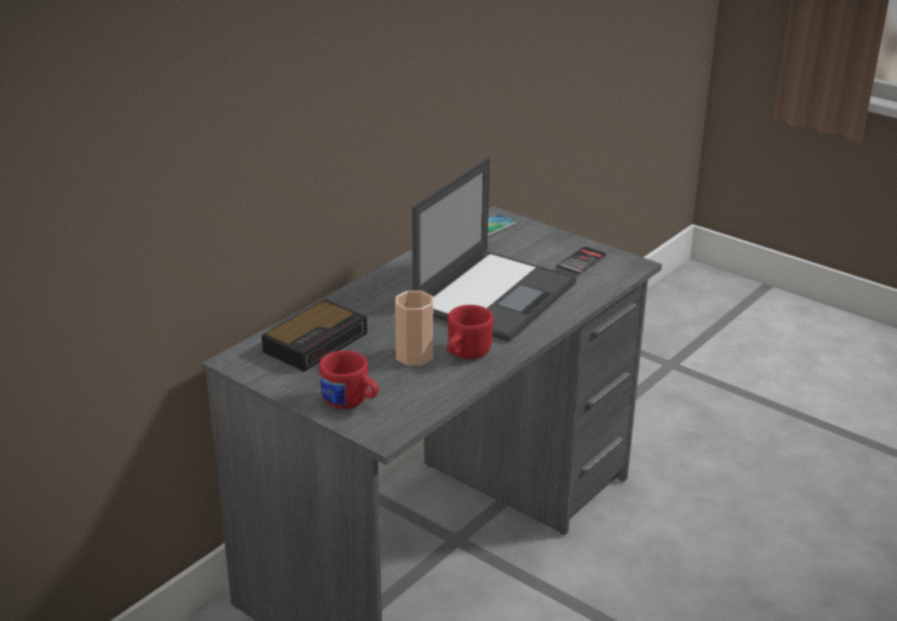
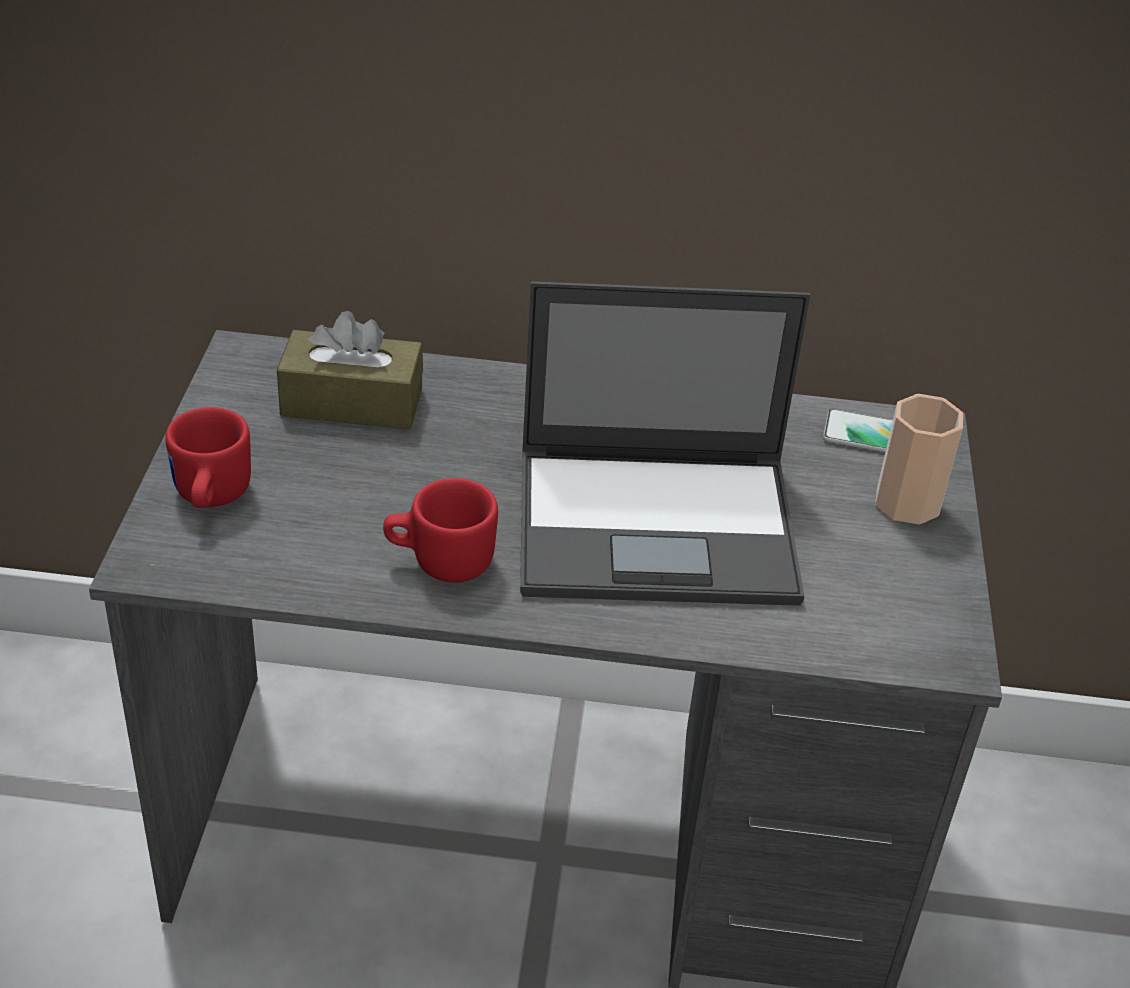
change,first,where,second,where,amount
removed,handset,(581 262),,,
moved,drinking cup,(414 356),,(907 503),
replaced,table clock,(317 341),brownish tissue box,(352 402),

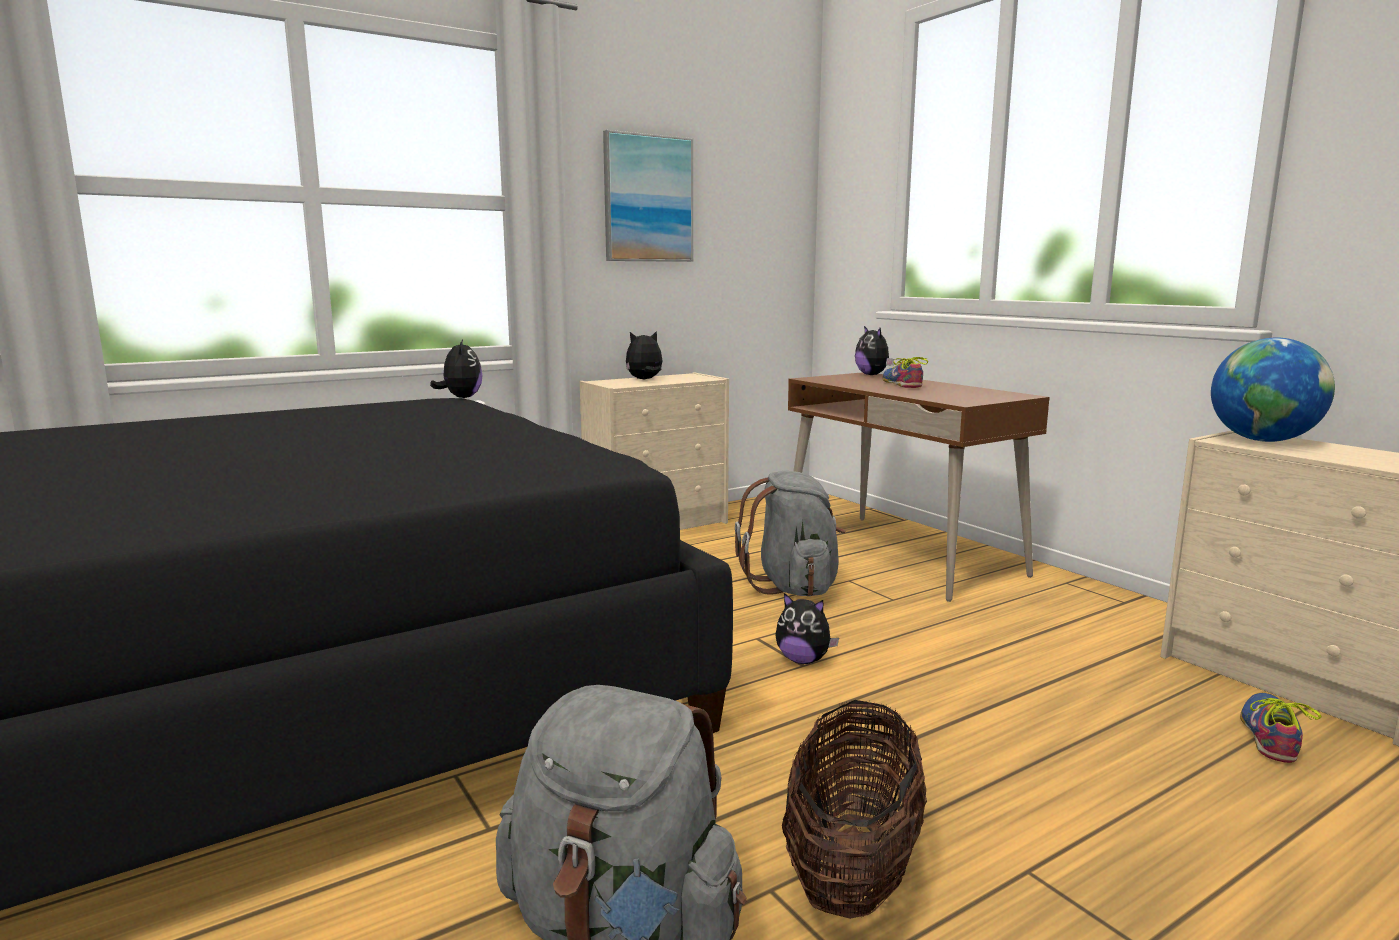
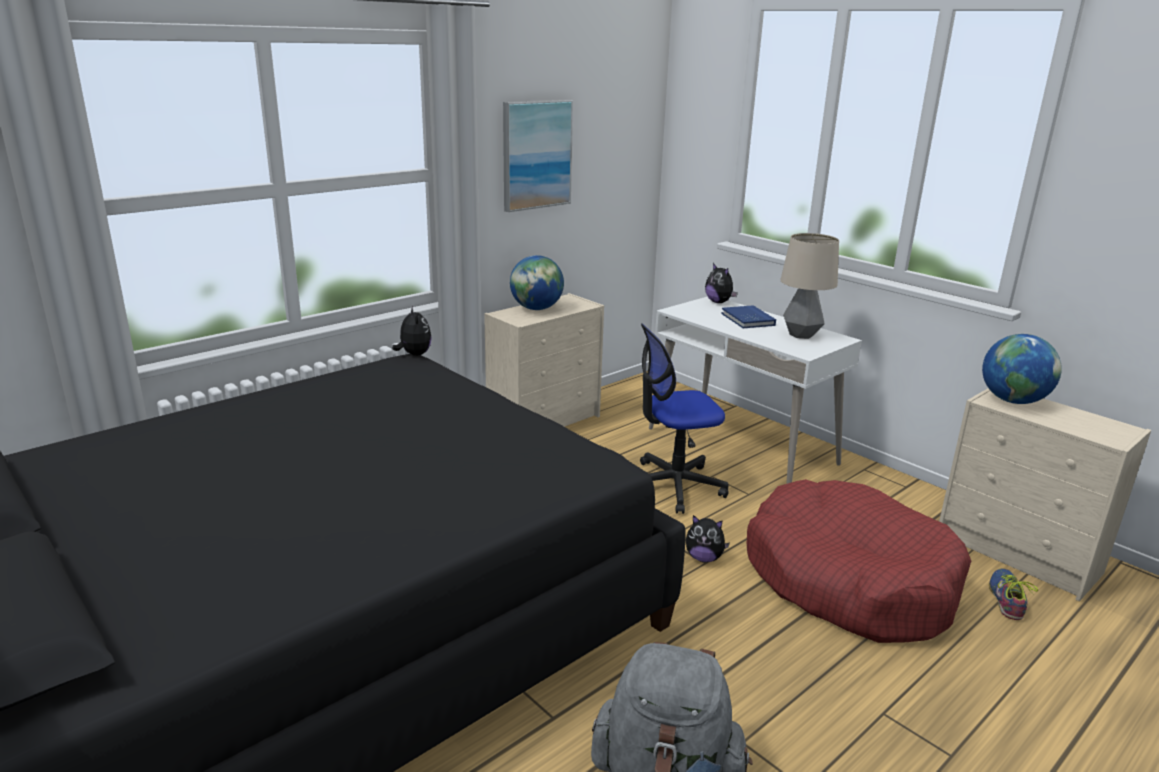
change,first,where,second,where,amount
replaced,plush toy,(645 379),desk globe,(536 309),
replaced,low shoe,(901 384),blue-coloured bound book,(747 319),
recoloured,brownish desk unit,(900 555),whitish desk unit,(741 446),
replaced,greyish knapsack,(793 587),computer chair,(673 485),
removed,basket,(852 870),,,
added,,,tabletop lamp,(801 335),
added,,,reddish dog bed,(848 580),

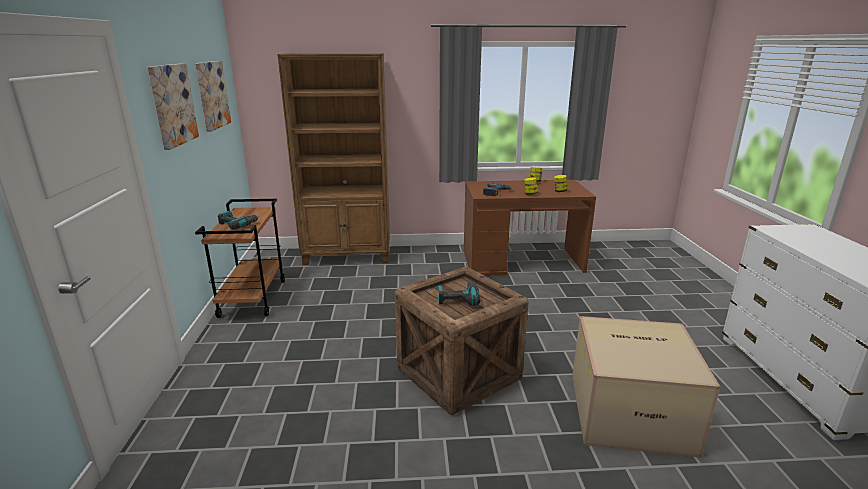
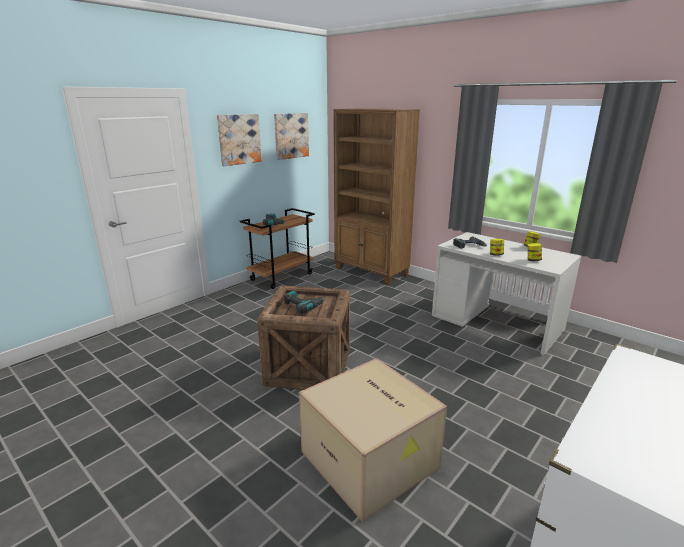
change,first,where,second,where,amount
recoloured,brownish desk unit,(522 261),whitish desk unit,(496 322),

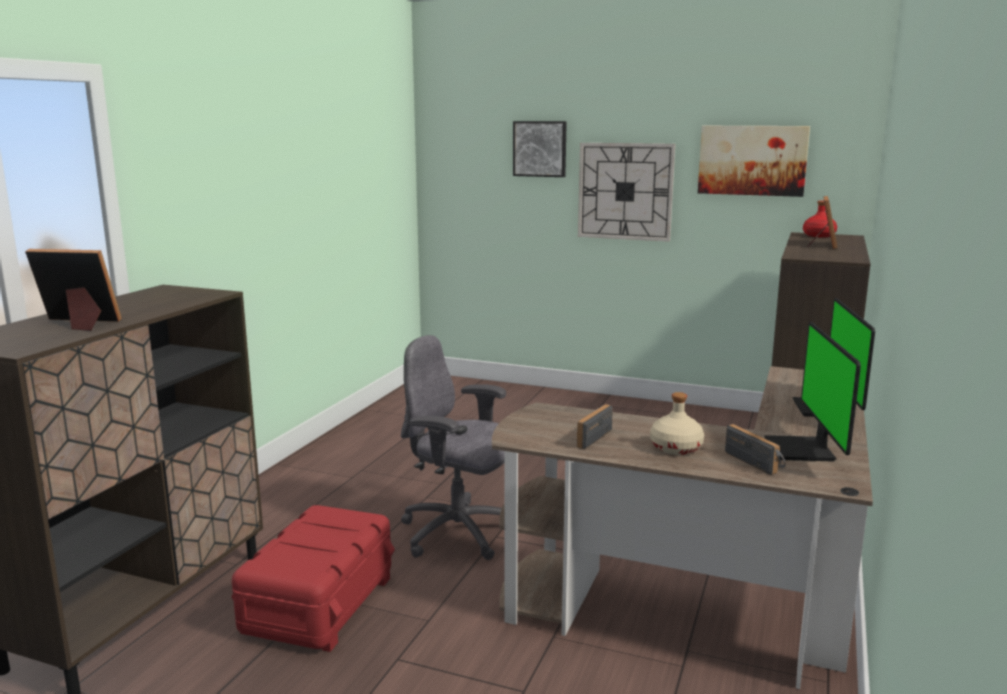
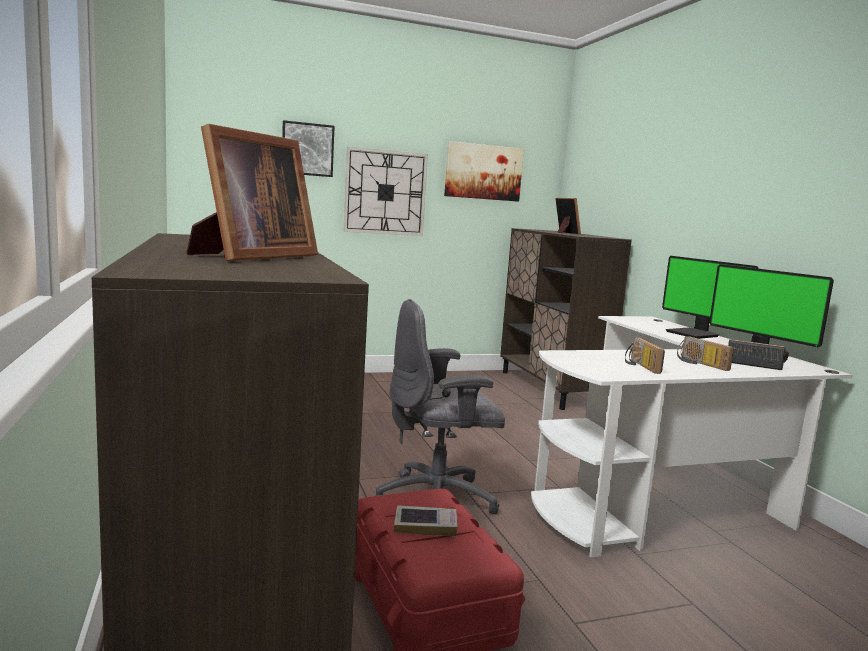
change,first,where,second,where,amount
removed,reddish bottle,(819 235),,,
turned,standing frame,(78 324),,(251 256),150 degrees clockwise
recoloured,brownish desk unit,(714 594),whitish desk unit,(663 489),
replaced,sand-coloured bottle,(676 448),radio,(700 364),
added,,,bound book,(425 525),

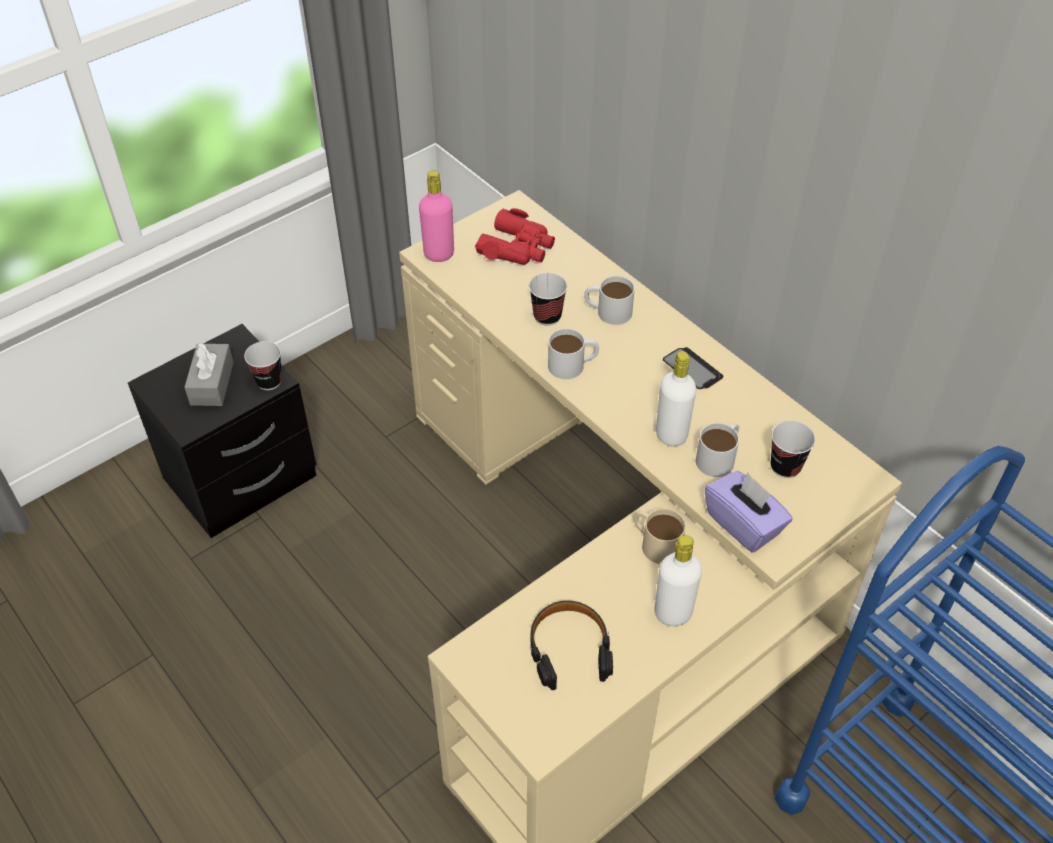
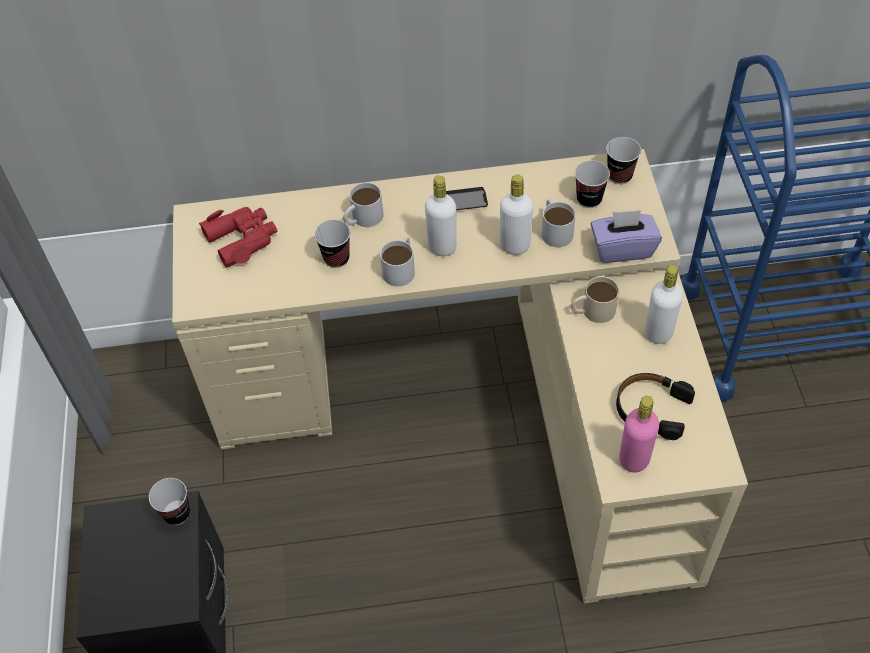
change,first,where,second,where,amount
moved,pink-coloured bottle,(439 254),,(634 459),
removed,greyish tissue box,(212 383),,,
added,,,drinking cup,(619 175),
added,,,whitish bottle,(442 247),

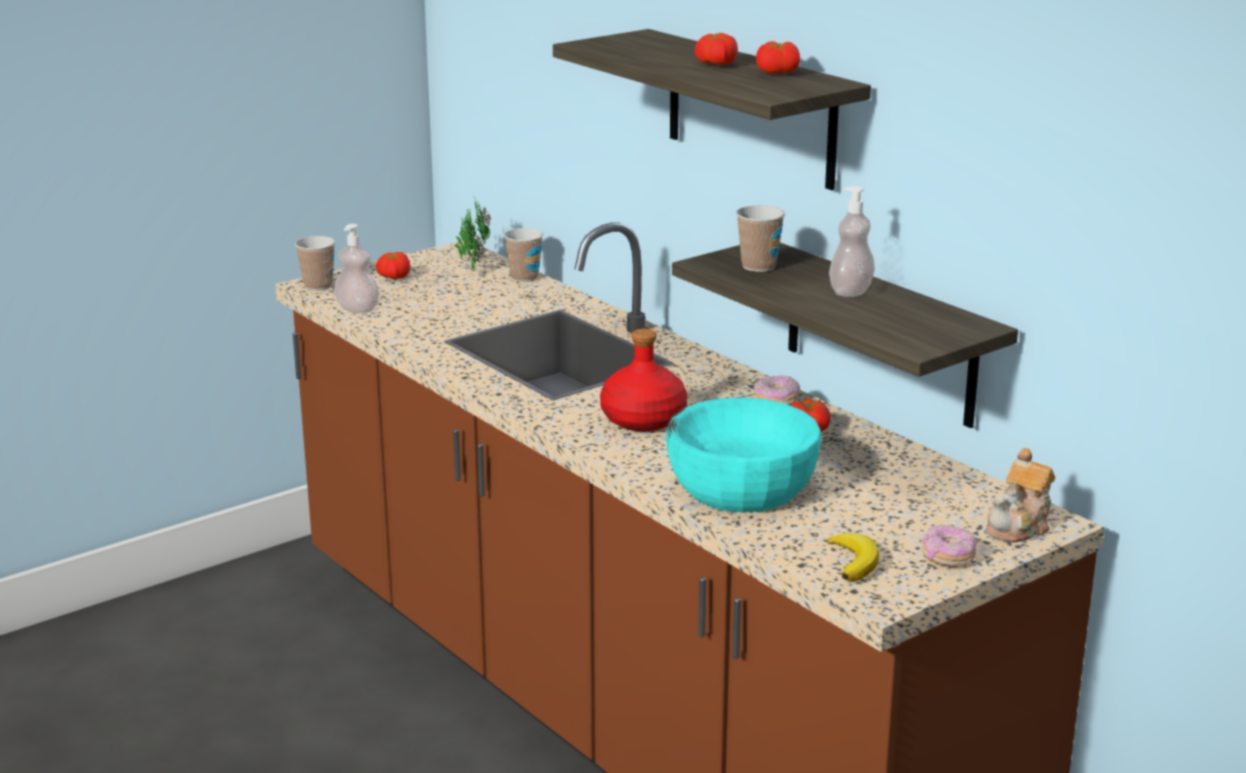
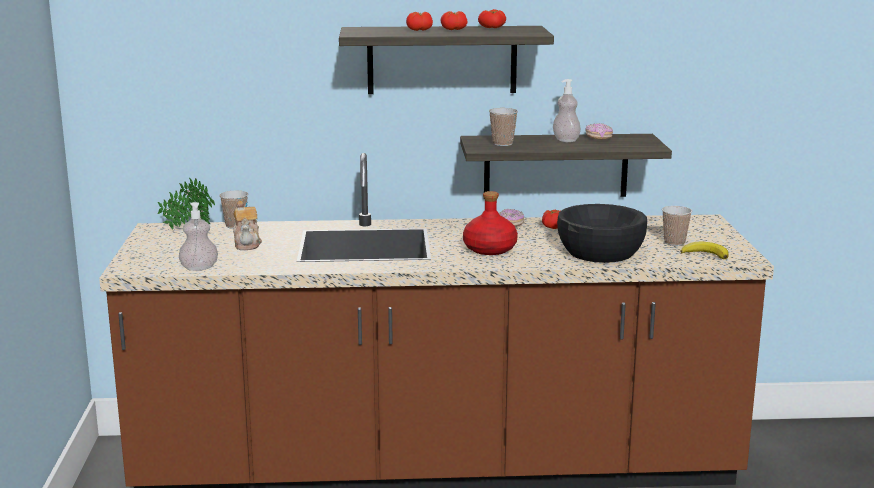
change,first,where,second,where,amount
moved,drinking cup,(318 286),,(674 242),
moved,fresh tomato,(393 277),,(418 30),
recoloured,turquoise-coloured bowl,(741 487),blackish bowl,(600 252),
moved,teapot,(1020 527),,(247 243),
moved,donut,(947 557),,(598 138),

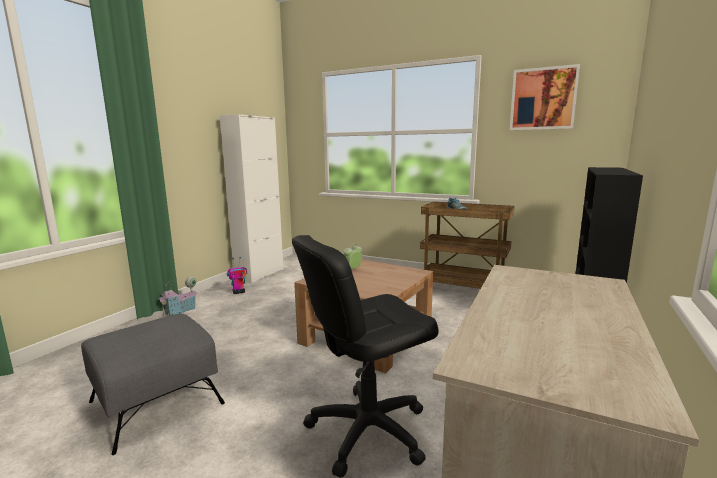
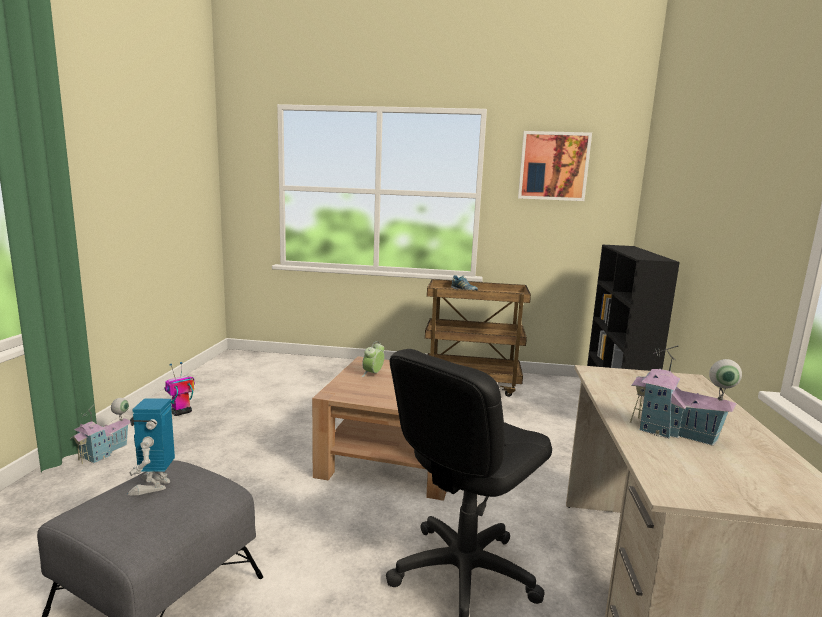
change,first,where,second,where,amount
removed,whitish cabinet,(259 274),,,
added,,,toy house,(675 432),
added,,,model robot,(154 485),

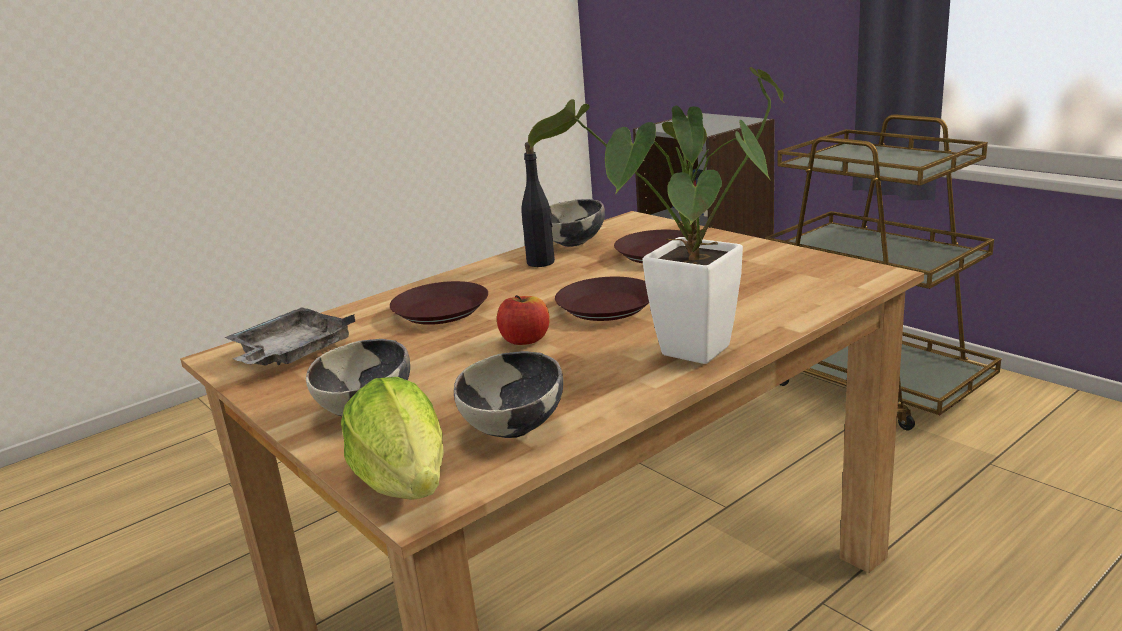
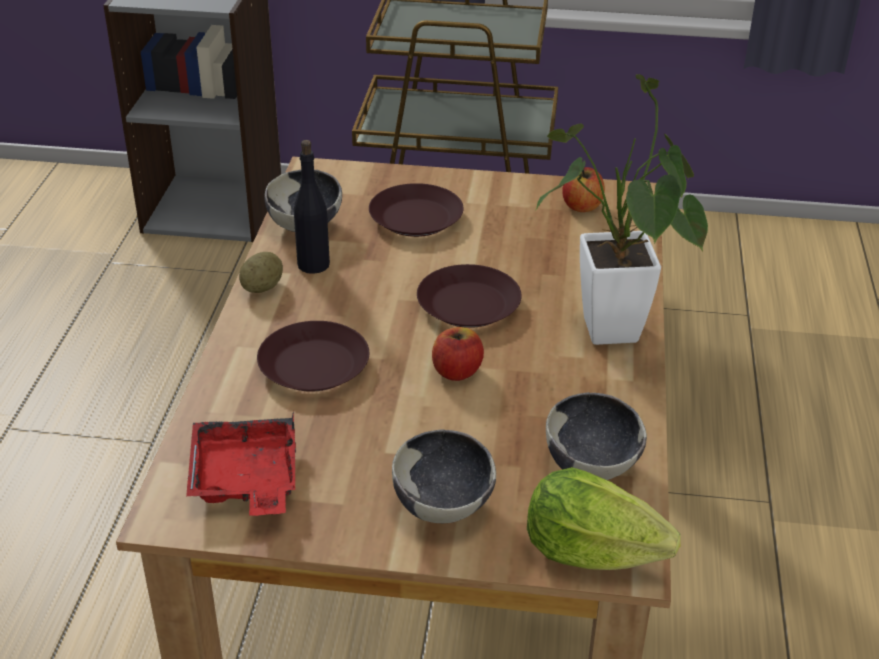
change,first,where,second,where,amount
recoloured,greyish tray,(291 353),reddish tray,(245 480),
added,,,apple fruit,(582 206),
added,,,potato,(262 287),

